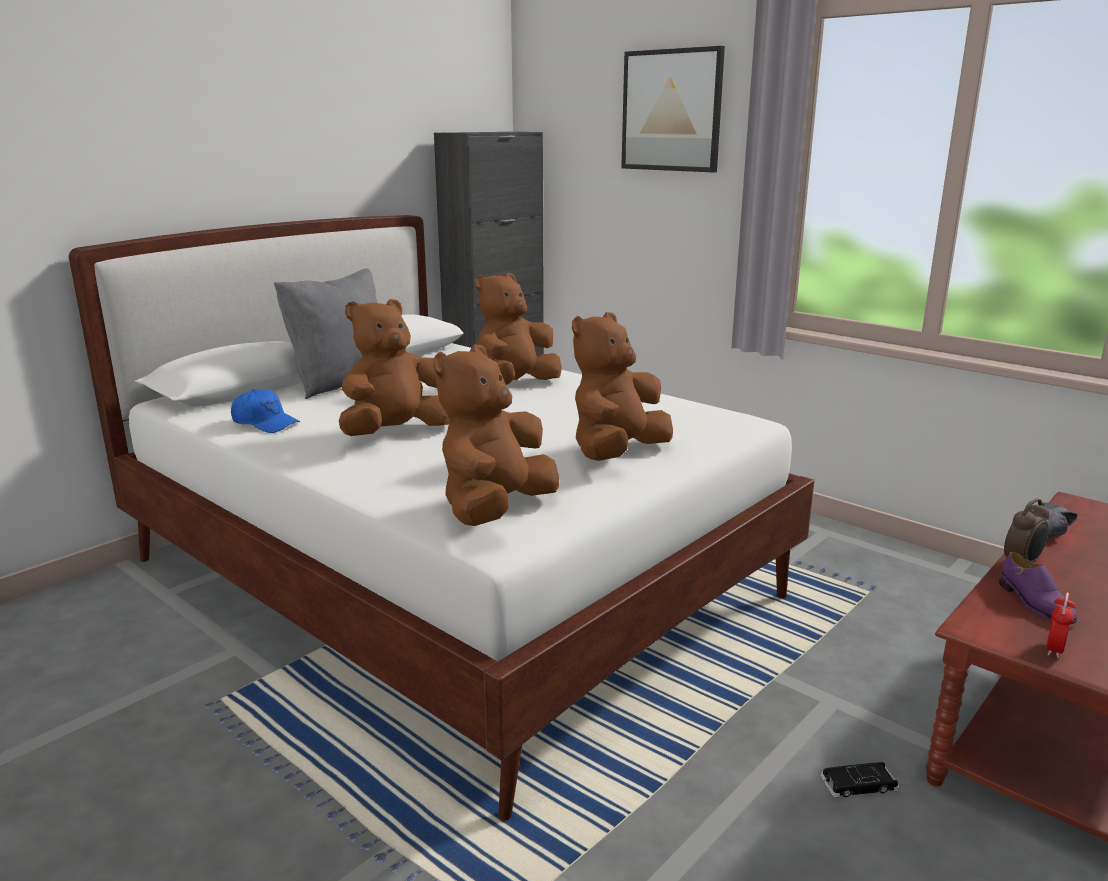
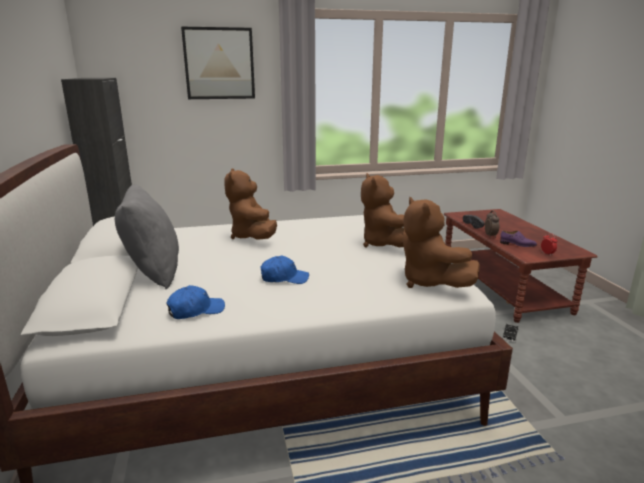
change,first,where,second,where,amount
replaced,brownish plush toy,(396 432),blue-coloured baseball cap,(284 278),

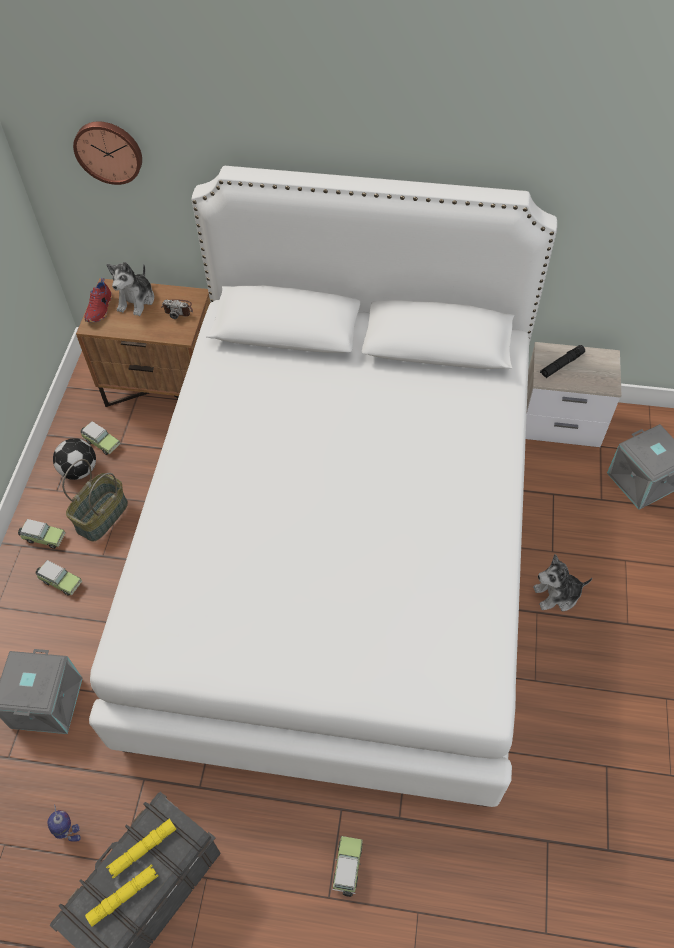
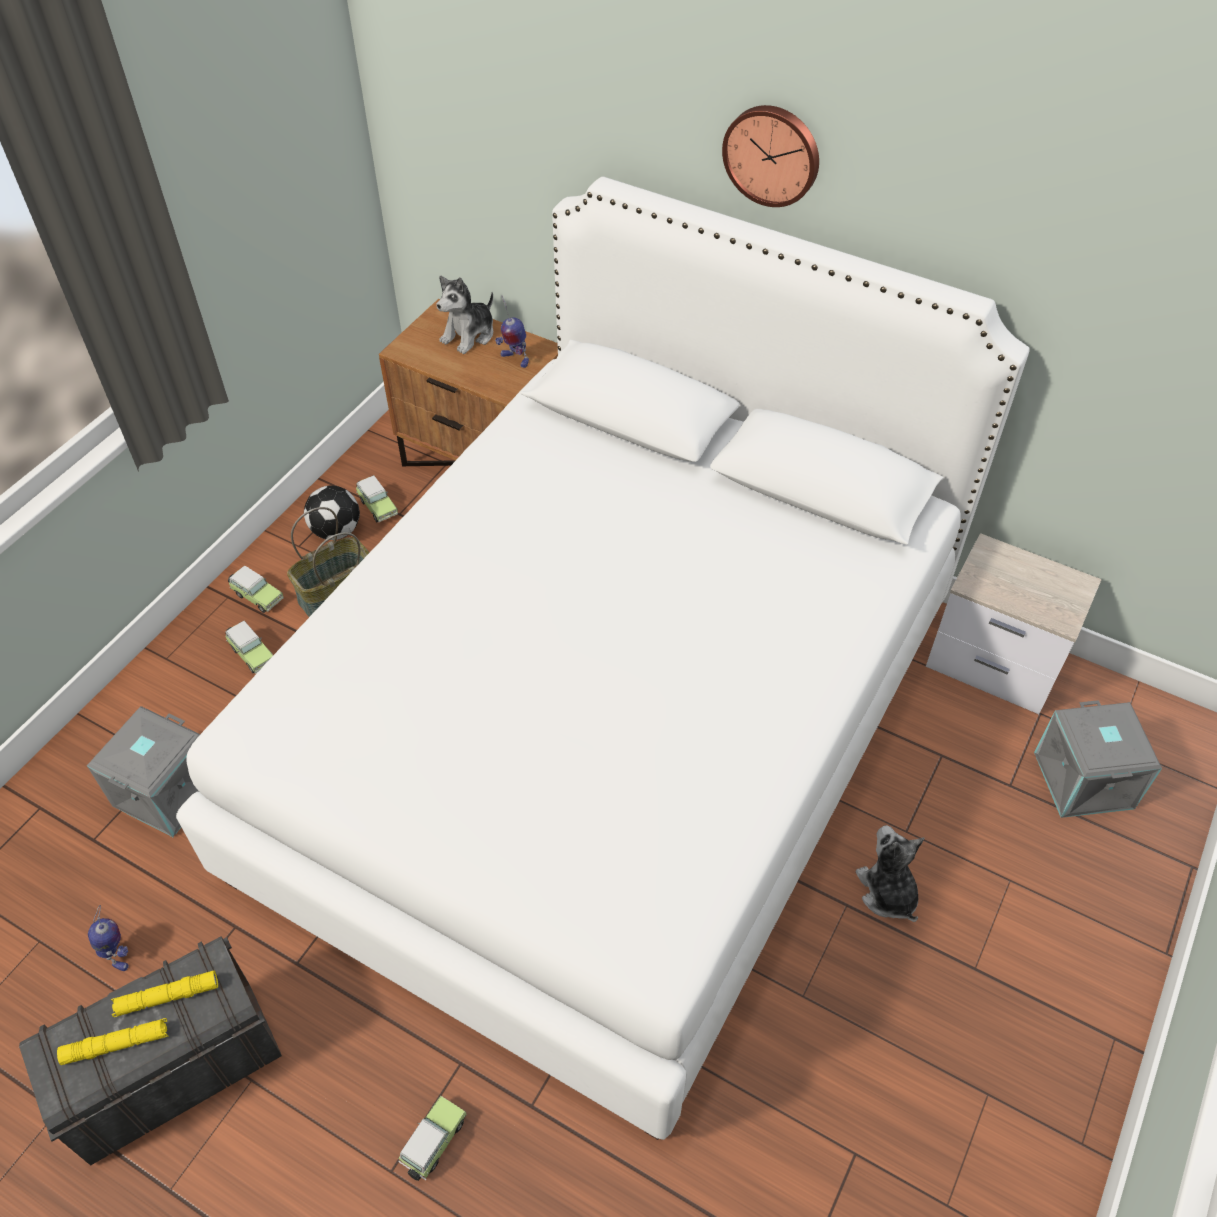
change,first,where,second,where,amount
moved,wall clock,(109 151),,(772 154),
removed,reddish low shoe,(100 309),,,
replaced,still camera,(178 309),model robot,(514 359),
removed,blackish flashlight,(561 364),,,
turned,plush toy,(557 595),,(887 892),60 degrees clockwise

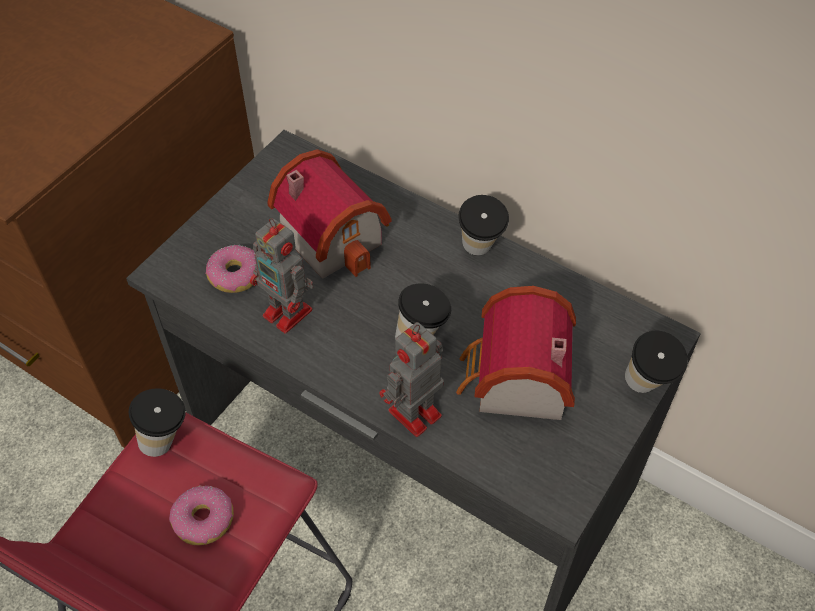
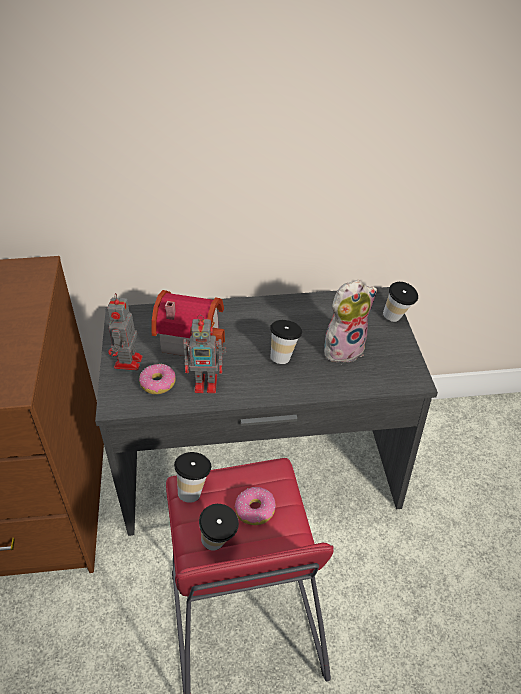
change,first,where,second,where,amount
moved,drinking cup,(479 252),,(219 545),
replaced,toy house,(514 383),plush toy,(344 348),
moved,model robot,(413 415),,(128 363),

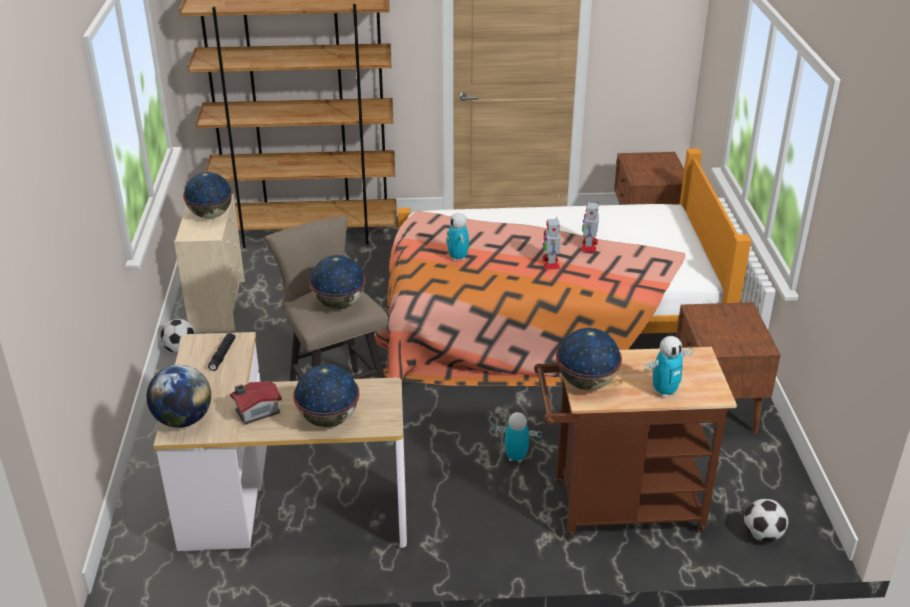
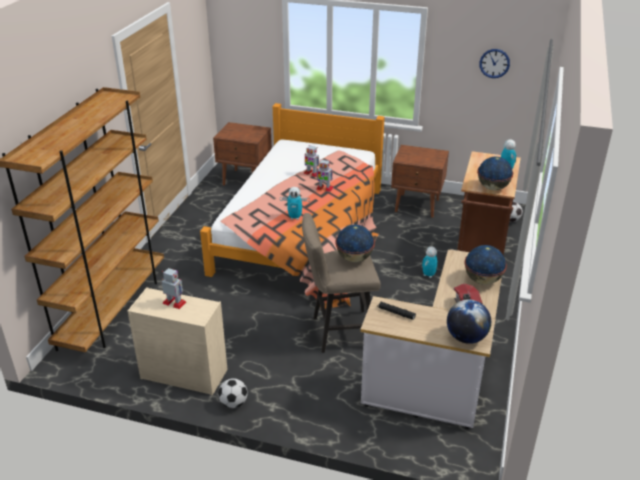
change,first,where,second,where,amount
replaced,desk globe,(210 215),model robot,(174 302),
added,,,wall clock,(494 63),

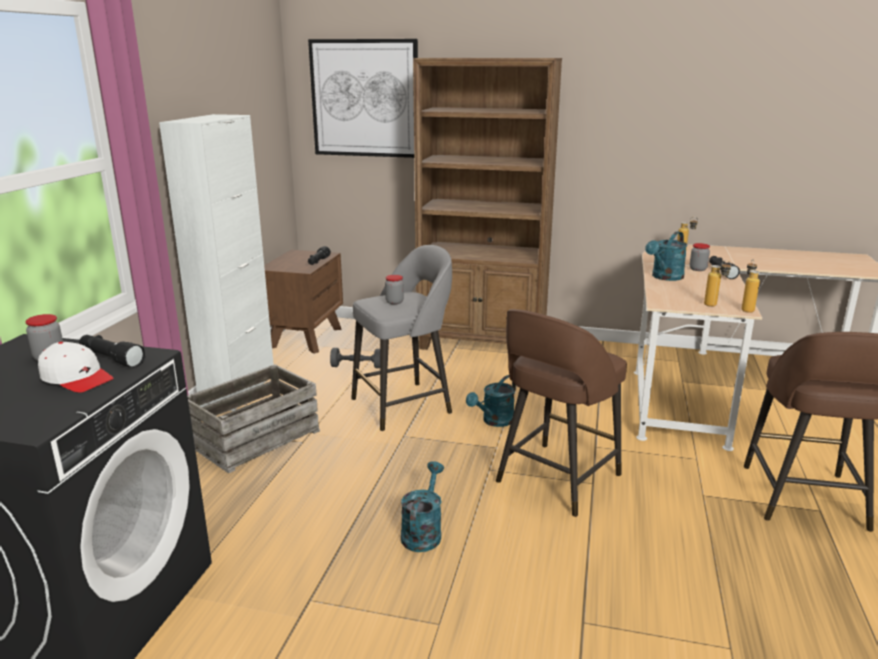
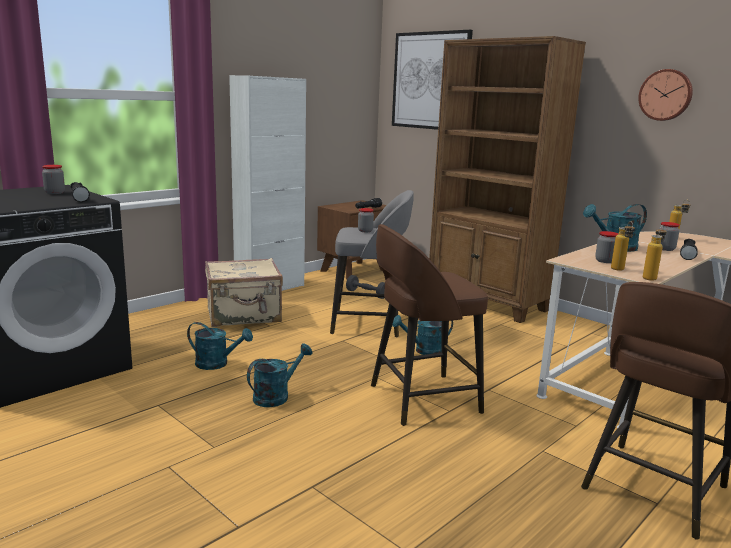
change,first,where,second,where,amount
removed,whitish baseball cap,(77 378),,,
replaced,packing crate,(255 438),sand-coloured piece of luggage,(244 315),
added,,,wall clock,(665 95),
added,,,jar,(605 261),
added,,,turquoise-coloured watering pot,(217 364),

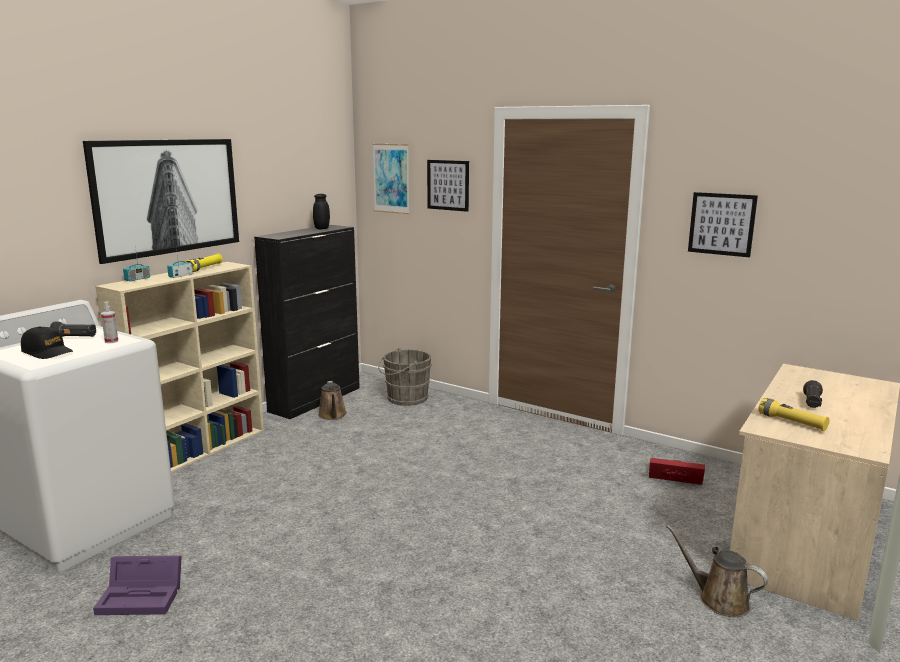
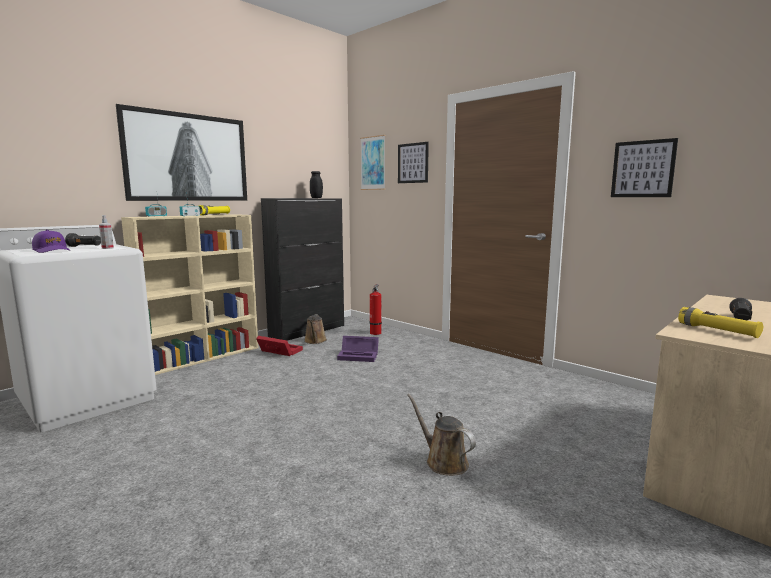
change,first,where,second,where,amount
recoloured,blackish baseball cap,(47 352),purple-coloured baseball cap,(52 250),
replaced,greyish bucket,(405 398),fire-fighting cylinder,(376 333),
moved,reddish storage bin,(673 476),,(278 351),
moved,brownish watering pot,(719 599),,(443 461),
moved,purple-coloured storage bin,(143 596),,(359 356),

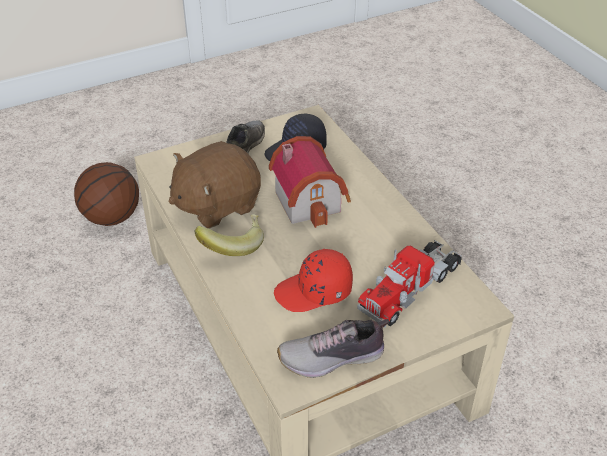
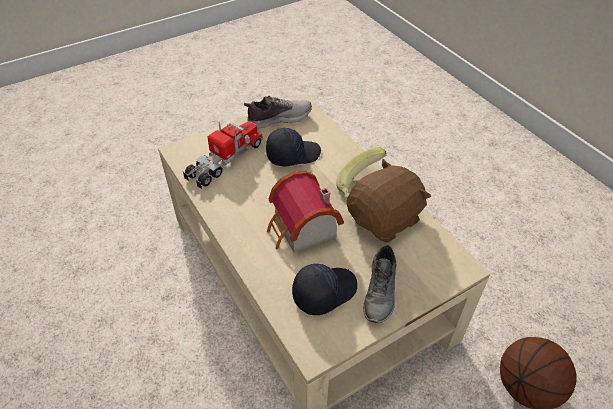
change,first,where,second,where,amount
recoloured,reddish baseball cap,(314 292),blackish baseball cap,(292 154),

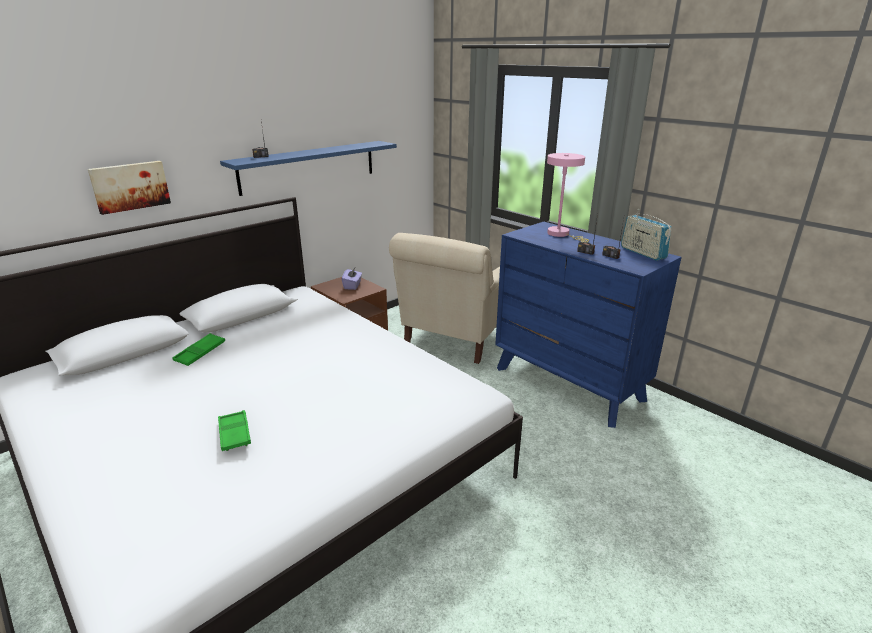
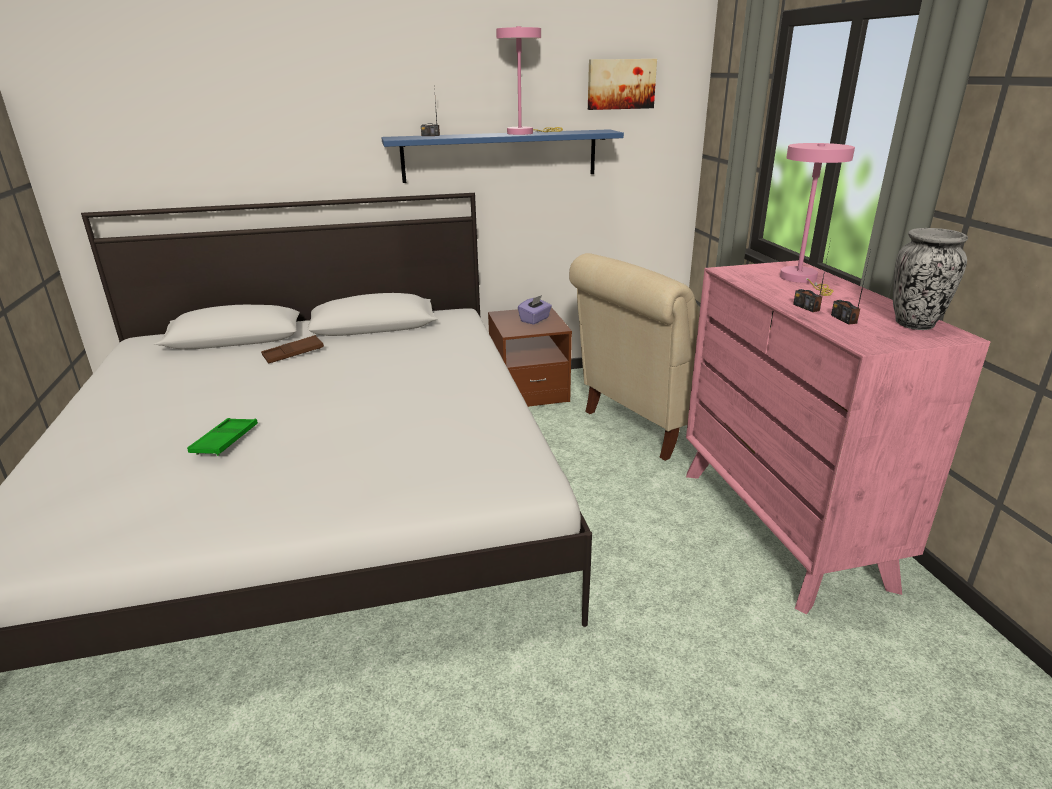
change,first,where,second,where,amount
moved,wall picture,(130 186),,(620 84),
replaced,radio,(642 253),flower vase,(914 324),
recoloured,blue-coloured drawer chest,(568 383),pink-coloured drawer chest,(781 525),
recoloured,green-coloured tray,(200 353),brownish tray,(293 354),
added,,,pink-coloured tabletop lamp,(524 133),

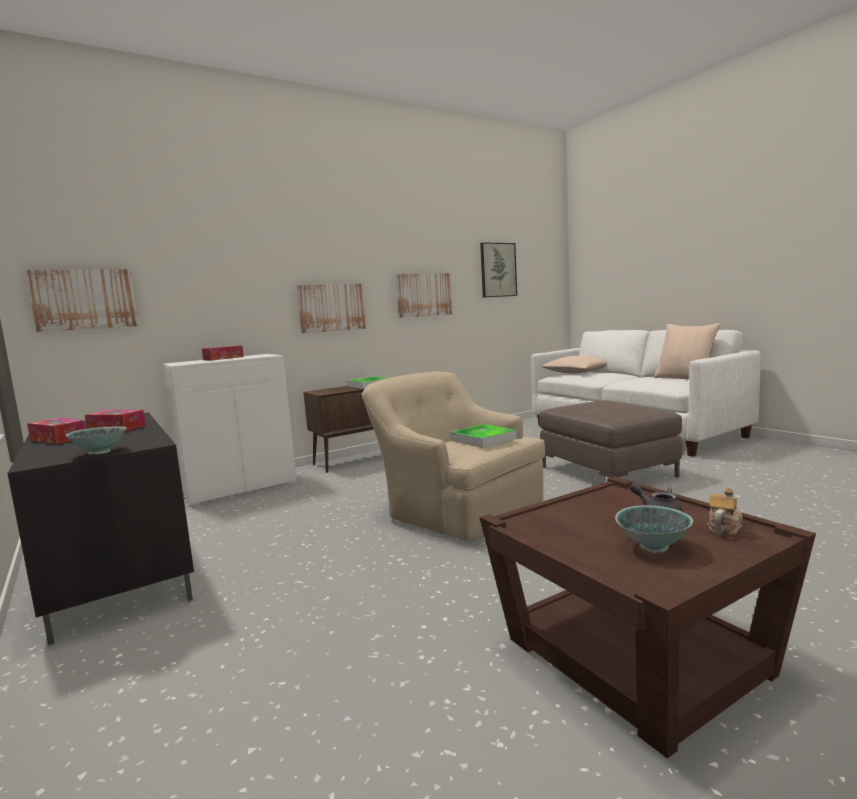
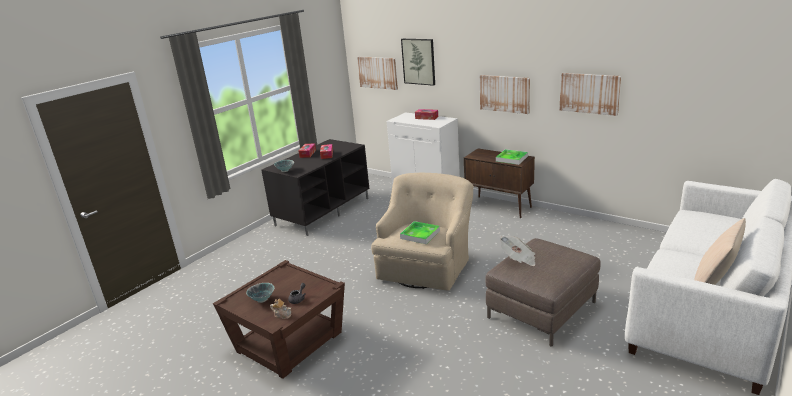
change,first,where,second,where,amount
moved,wall picture,(498 270),,(419 61),
removed,sand-coloured pillow,(576 373),,,
added,,,daily paper,(518 259),

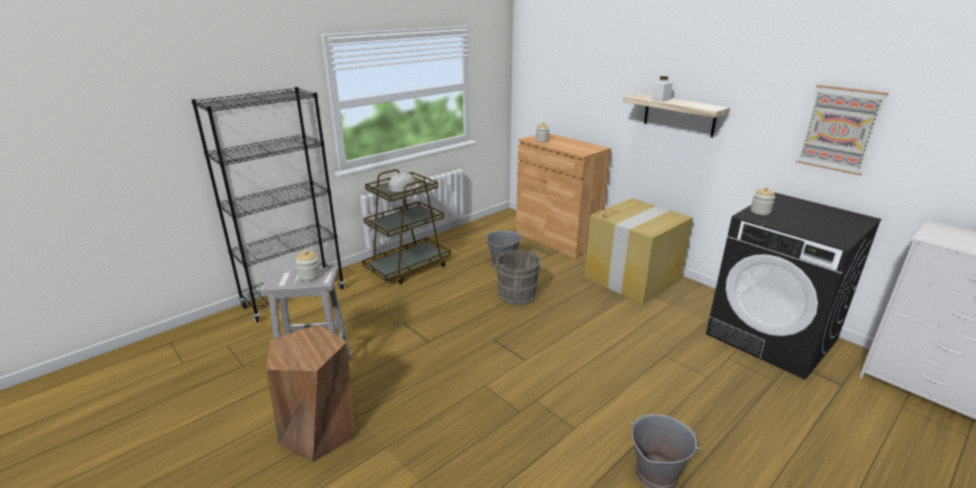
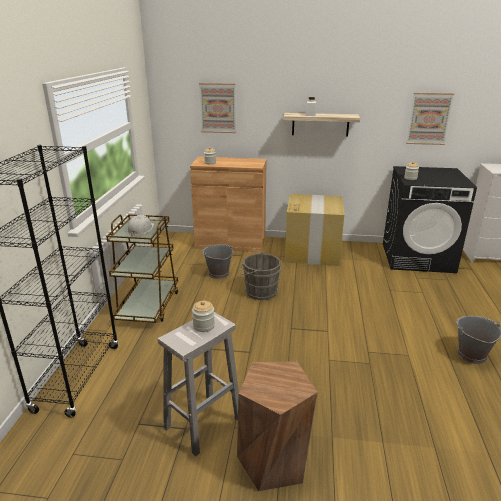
change,first,where,second,where,amount
added,,,wall picture,(218 108),

